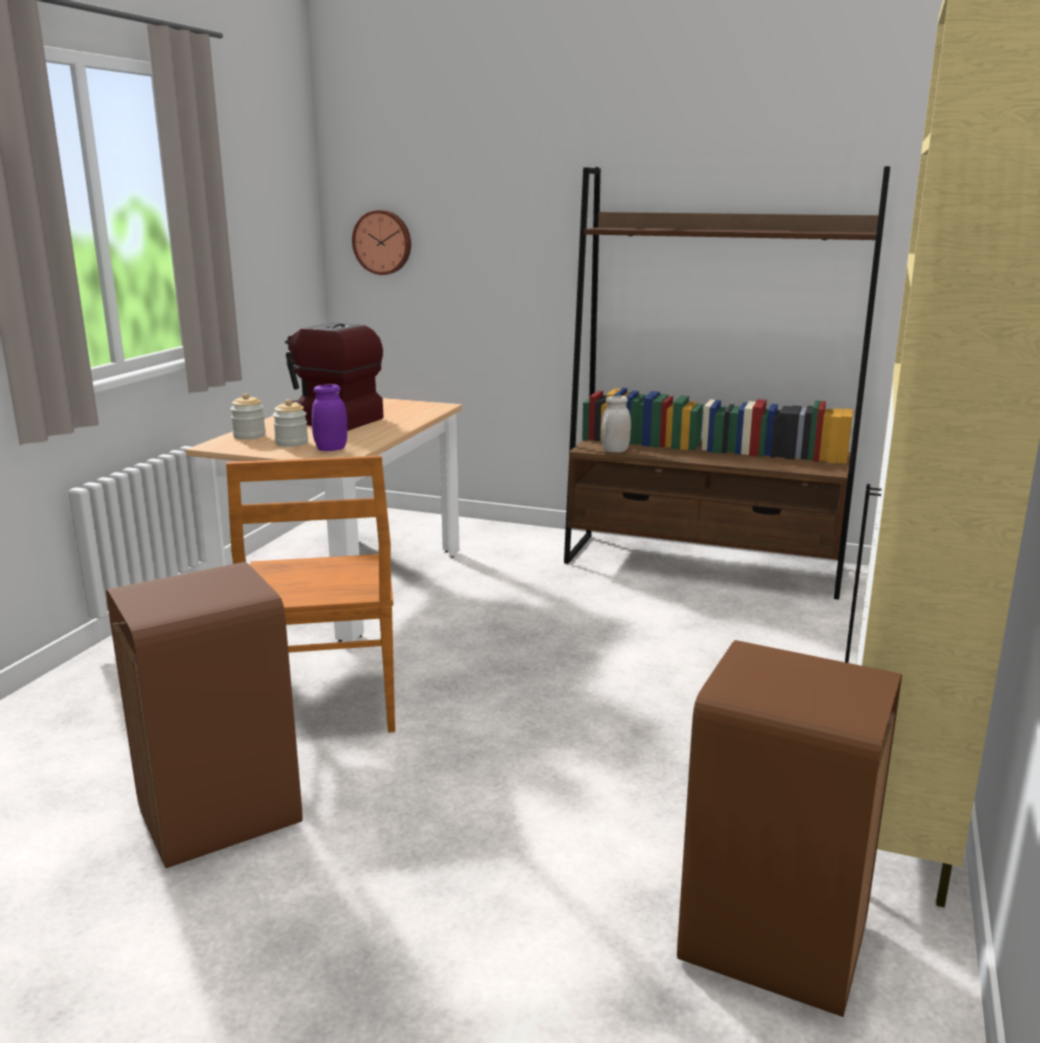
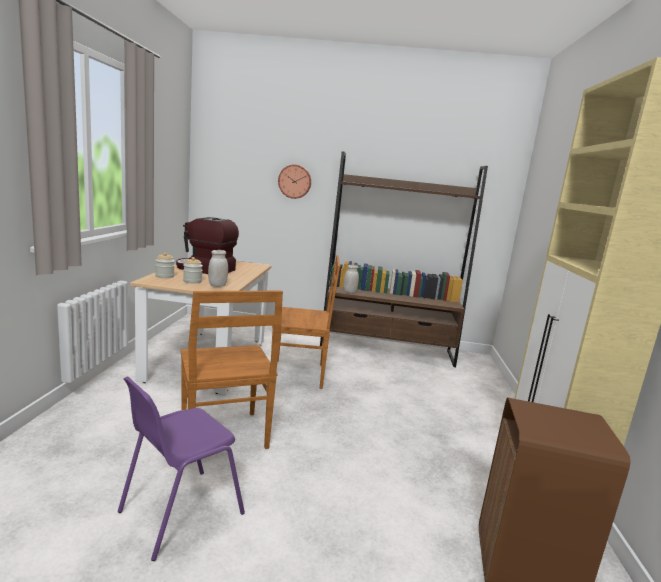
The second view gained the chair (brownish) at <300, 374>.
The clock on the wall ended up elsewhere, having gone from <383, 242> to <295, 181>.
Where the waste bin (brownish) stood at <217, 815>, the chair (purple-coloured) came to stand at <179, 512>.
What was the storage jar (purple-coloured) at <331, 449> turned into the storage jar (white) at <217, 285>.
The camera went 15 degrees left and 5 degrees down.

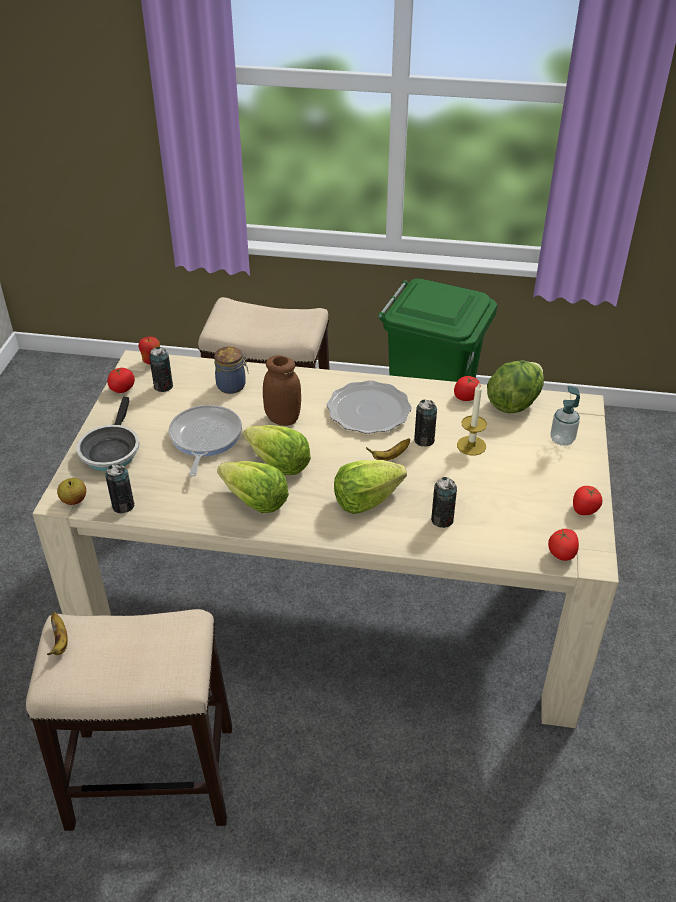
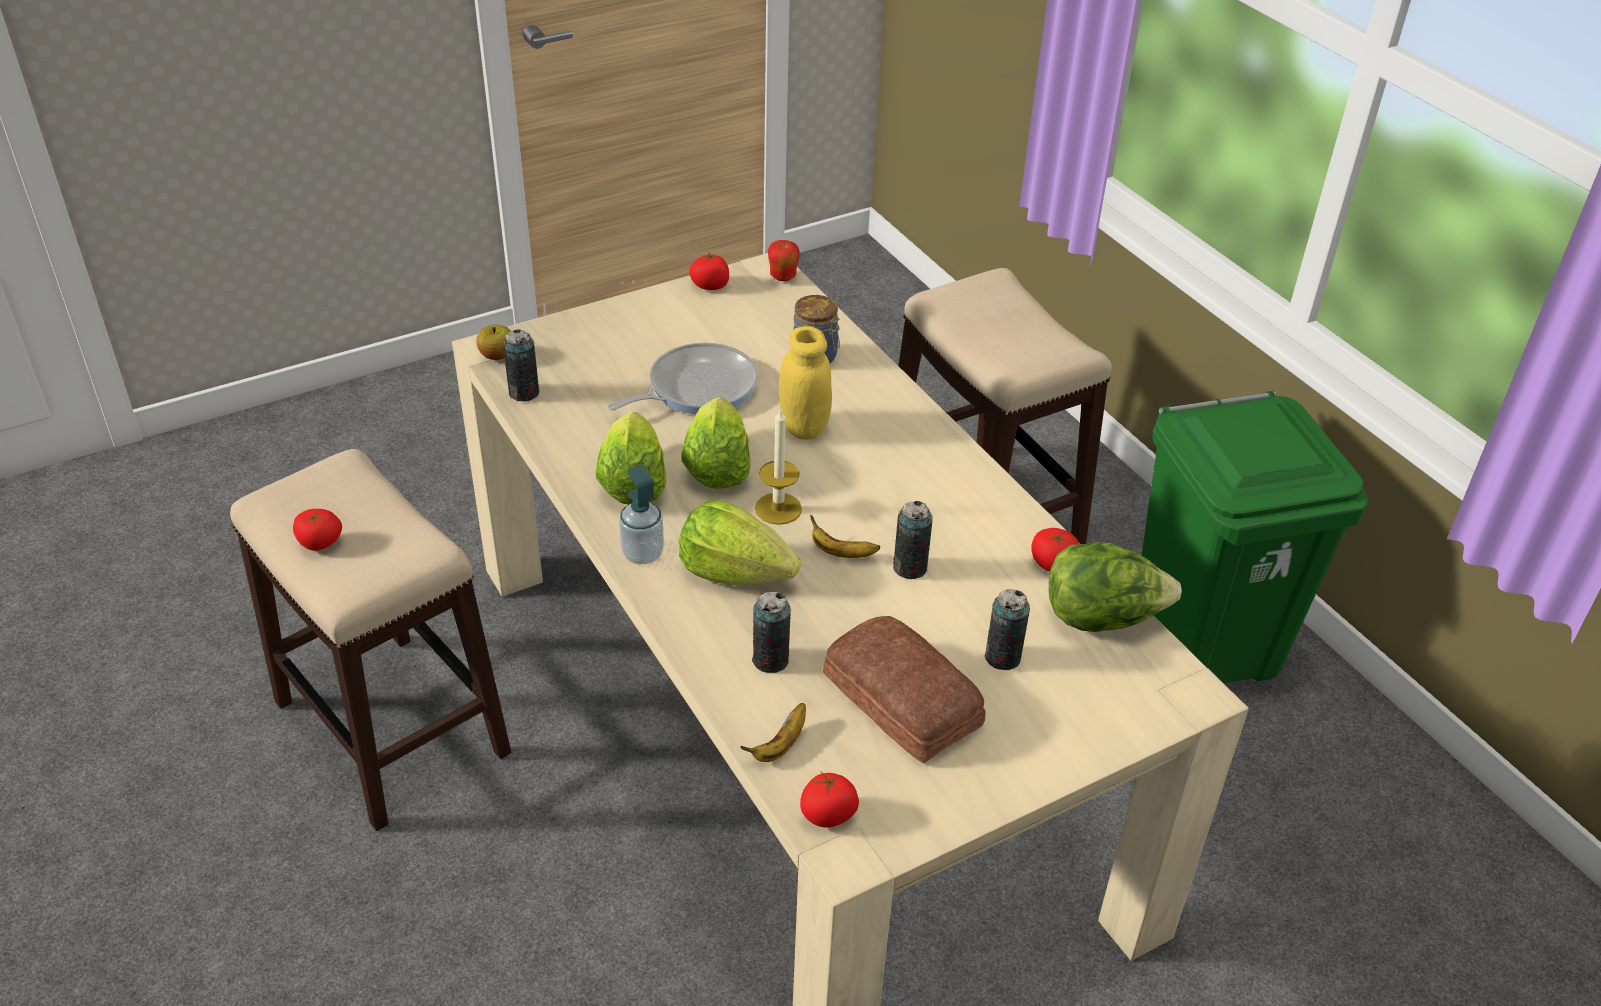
The second view lost the frying pan at <111, 450>.
The second view lost the plate at <368, 411>.
The second view gained the bakery bread at <901, 702>.
The whole banana ended up elsewhere, having gone from <60, 641> to <780, 746>.
The sealed can ended up elsewhere, having gone from <163, 386> to <1002, 657>.
The wax candle ended up elsewhere, having gone from <471, 445> to <778, 508>.
The liquid soap bottle ended up elsewhere, having gone from <562, 440> to <642, 554>.
The whole tomato ended up elsewhere, having gone from <584, 509> to <319, 543>.
What was the storage jar (brownish) at <283, 419> turned into the storage jar (yellowish) at <804, 427>.
The camera went 50 degrees right and 0 degrees up.

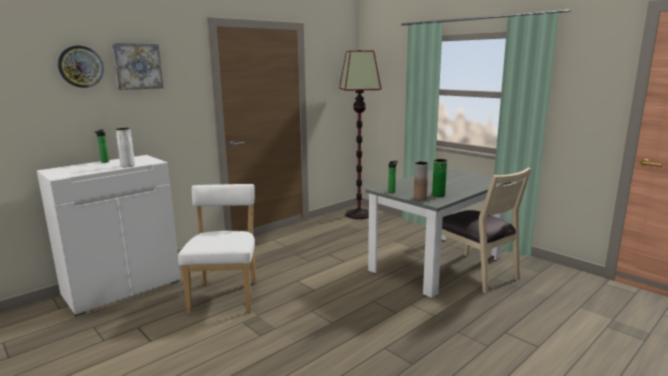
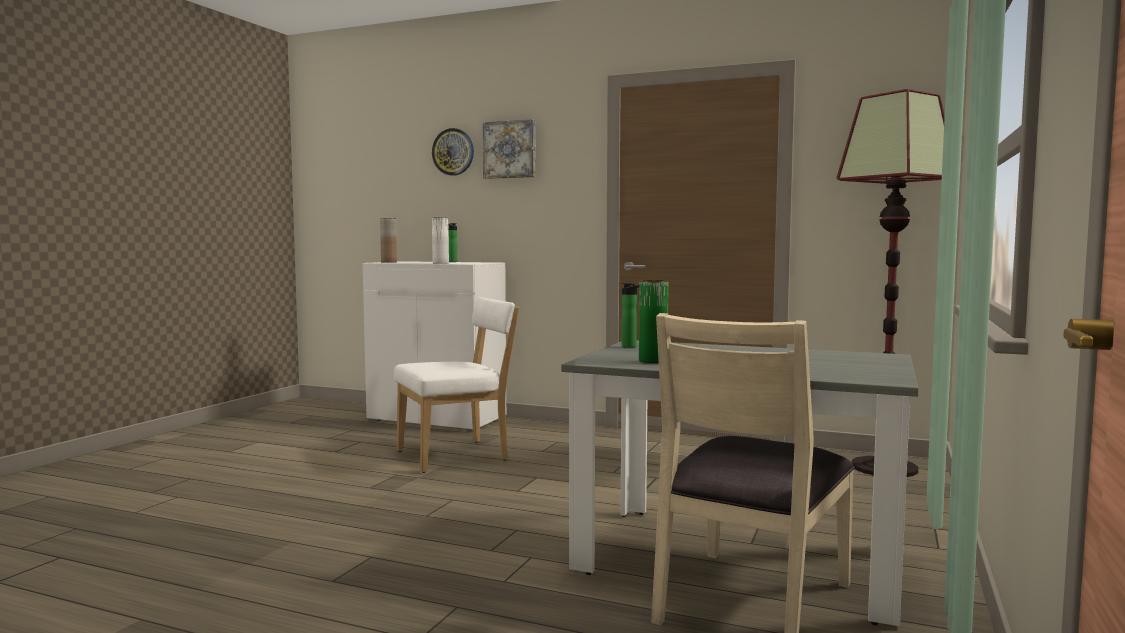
The vase (brownish) ended up elsewhere, having gone from <420, 198> to <389, 262>.
The camera went 65 degrees right and 10 degrees down.

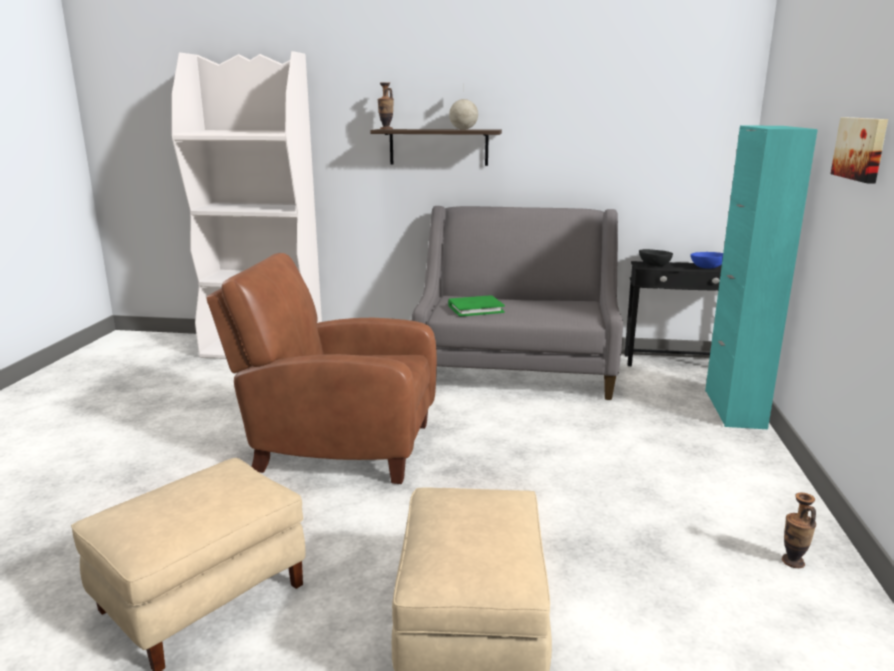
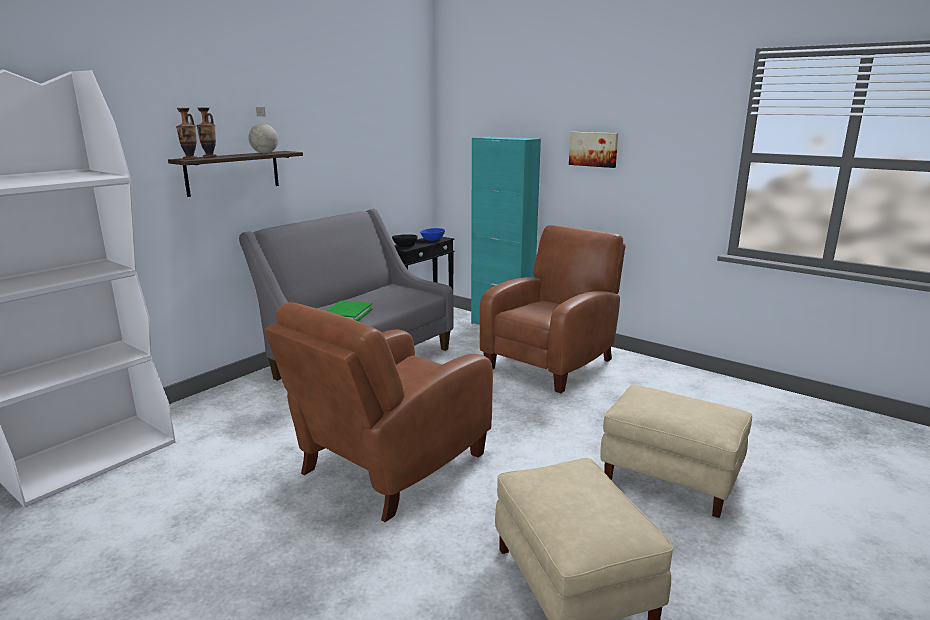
The second view gained the lounge chair (brownish) at <552, 362>.
The vase ended up elsewhere, having gone from <793, 562> to <209, 157>.
The camera went 60 degrees left and 0 degrees up.

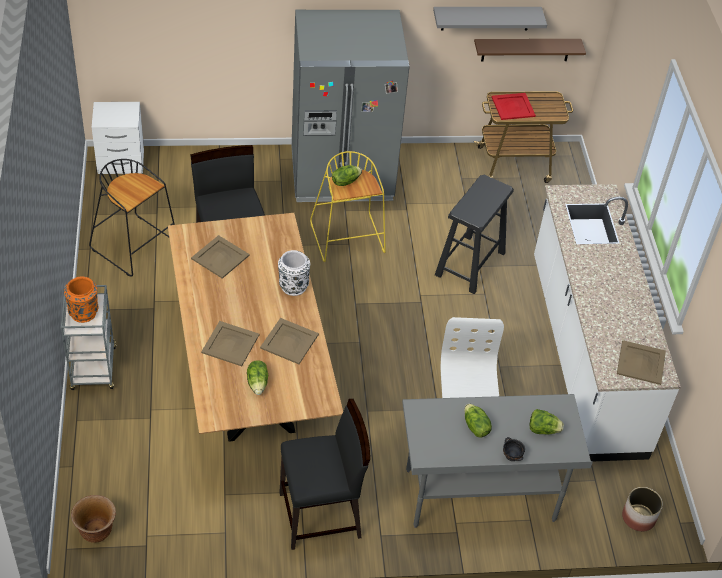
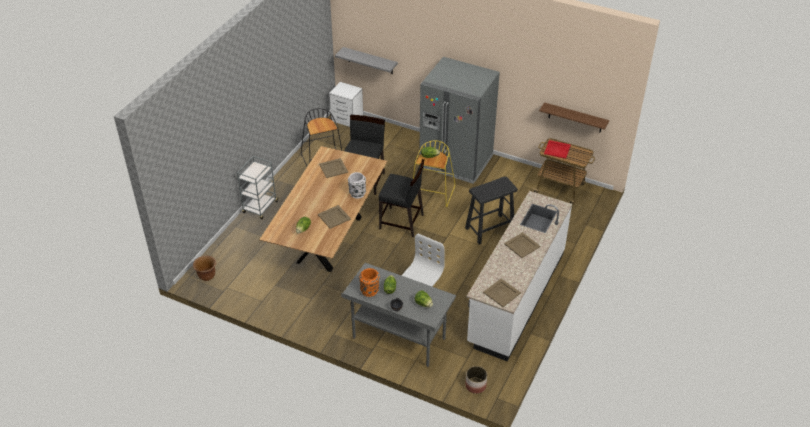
The vase (orangey) ended up elsewhere, having gone from <84, 312> to <370, 291>.
The tray (sand-coloured) ended up elsewhere, having gone from <231, 343> to <522, 245>.
The chair (blackish) ended up elsewhere, having gone from <321, 516> to <402, 222>.
The wall shelf (grey) ended up elsewhere, having gone from <486, 18> to <370, 61>.
The camera went 35 degrees right and 5 degrees down.

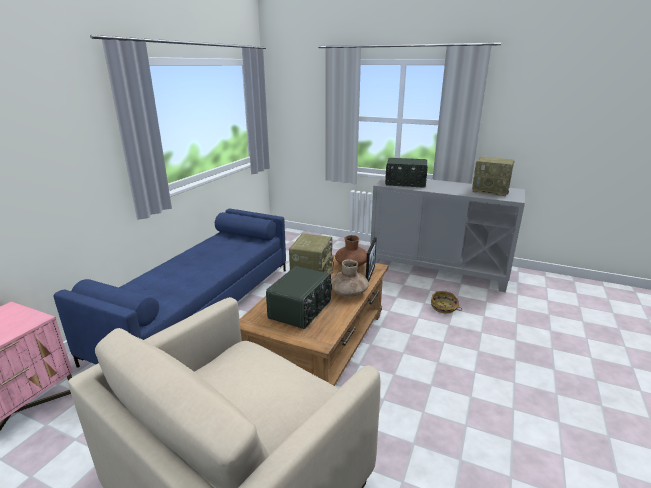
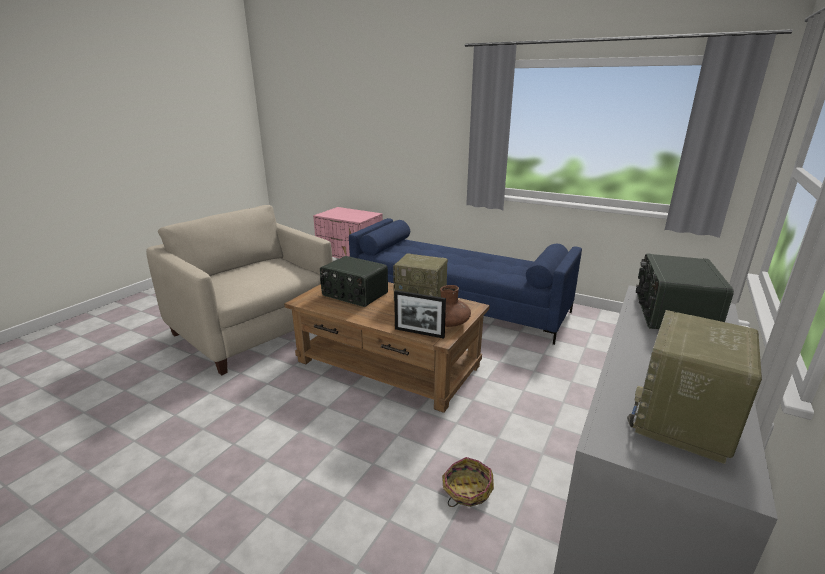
The second view lost the vase (brownish) at <349, 292>.
The camera went 95 degrees right and 0 degrees up.

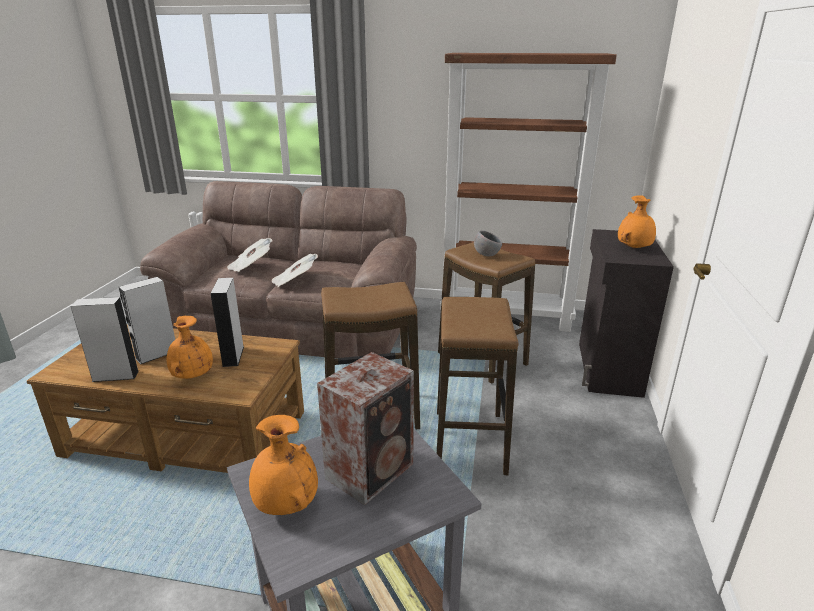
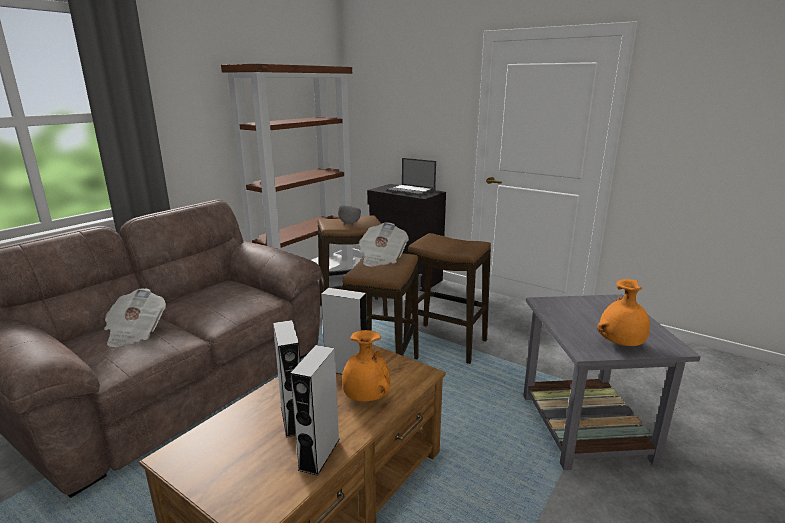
The second view lost the loudspeaker at <372, 470>.
The daily paper ended up elsewhere, having gone from <294, 282> to <381, 258>.
Where the vase (orangey) stood at <634, 248>, the portable computer came to stand at <411, 190>.
The camera went 65 degrees left and 5 degrees down.

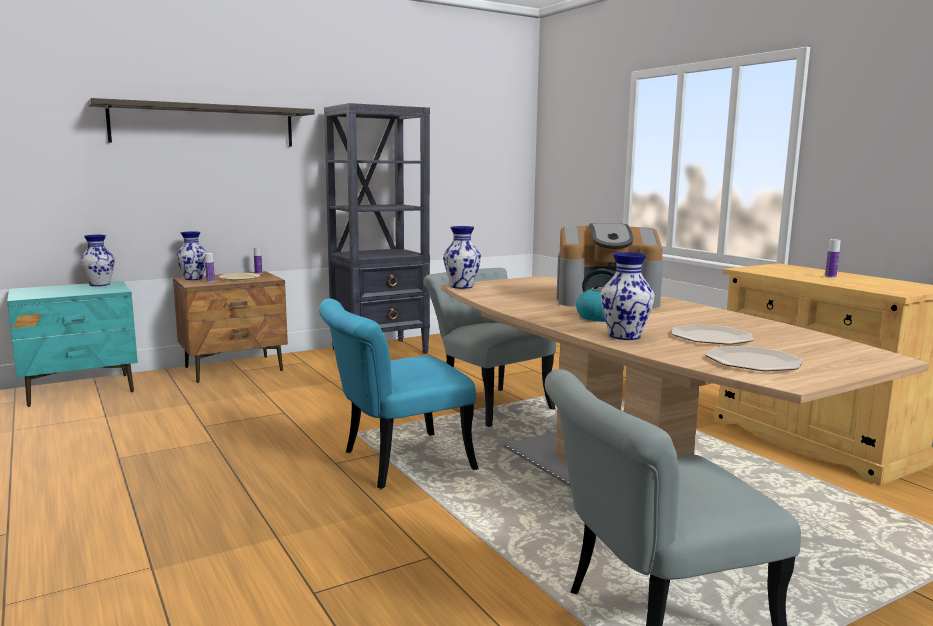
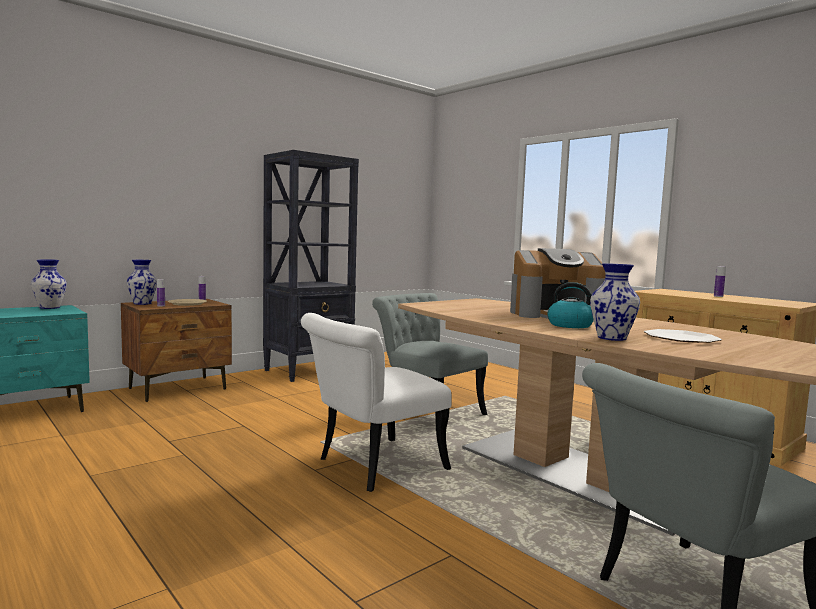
The second view lost the wall shelf at <204, 125>.
The second view lost the vase at <462, 286>.
The second view lost the plate at <753, 361>.
What was the chair (turquoise) at <394, 463> turned into the chair (white) at <371, 467>.
The camera went 10 degrees left and 5 degrees down.

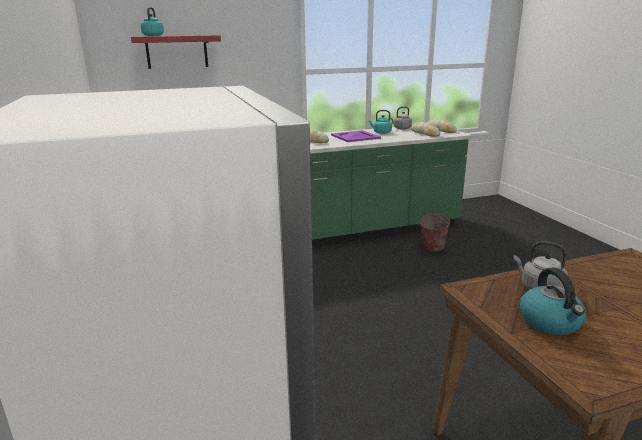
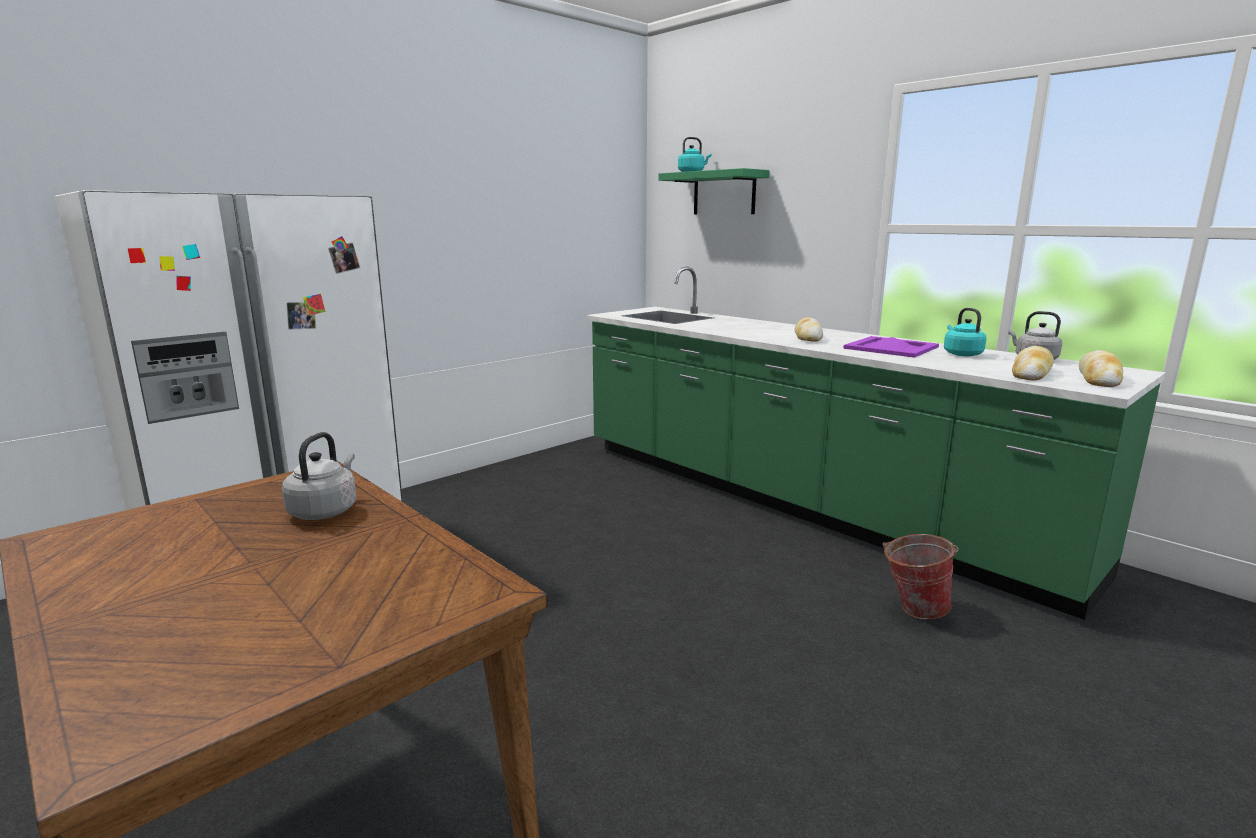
The second view lost the kettle at <550, 322>.
What was the wall shelf (red) at <177, 52> turned into the wall shelf (green) at <724, 193>.
The camera went 65 degrees right and 5 degrees down.

